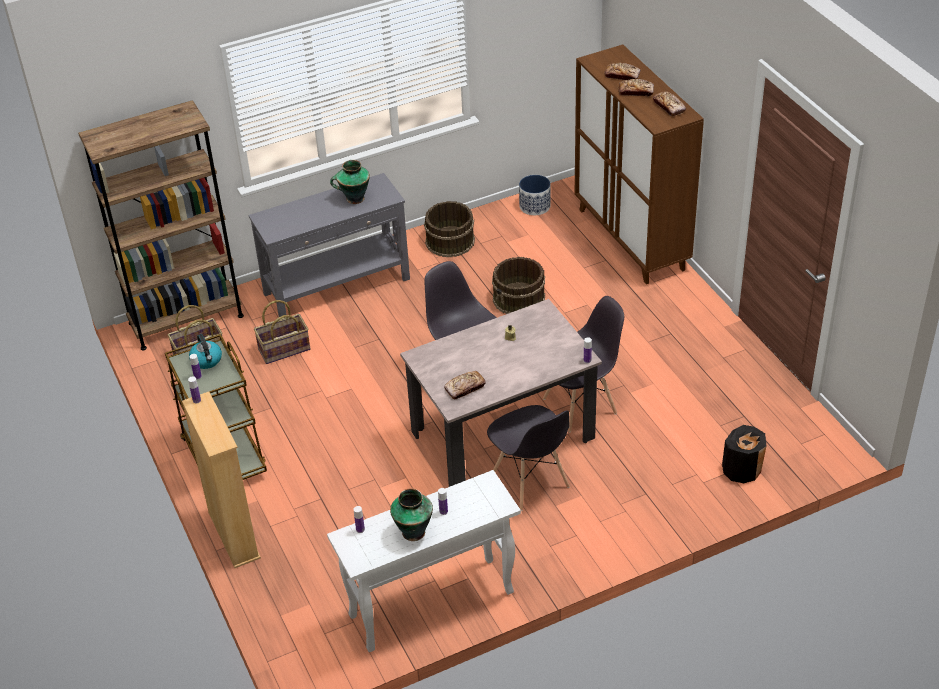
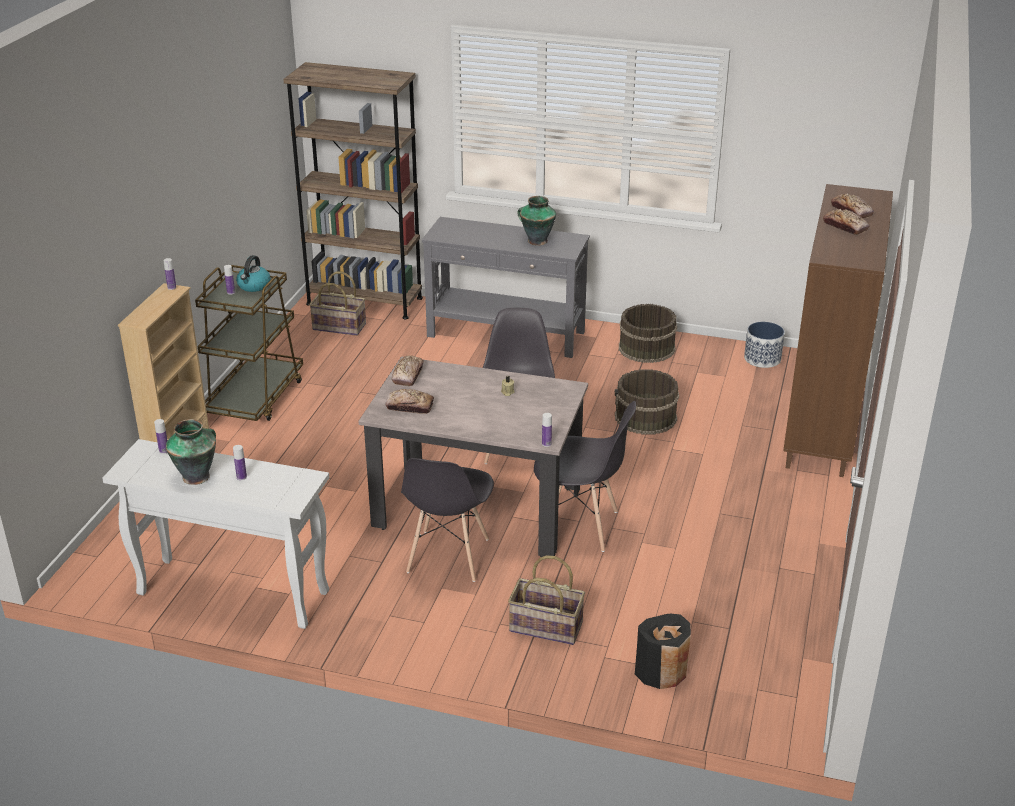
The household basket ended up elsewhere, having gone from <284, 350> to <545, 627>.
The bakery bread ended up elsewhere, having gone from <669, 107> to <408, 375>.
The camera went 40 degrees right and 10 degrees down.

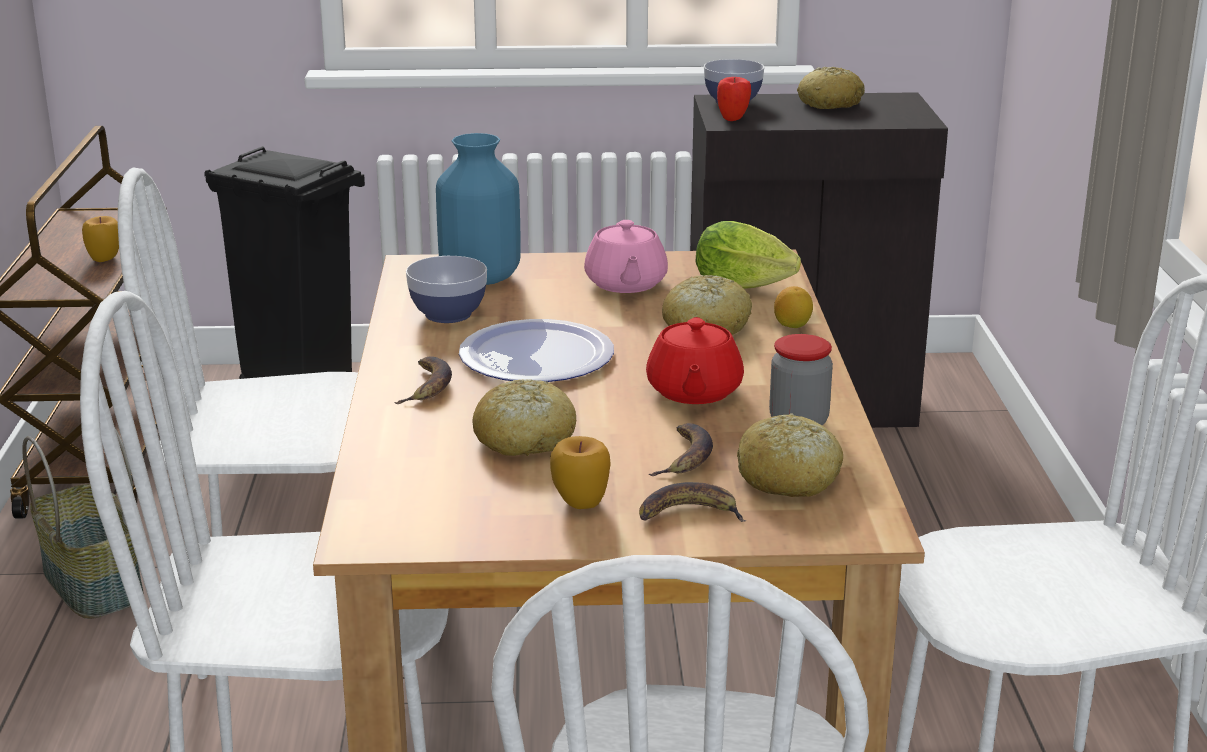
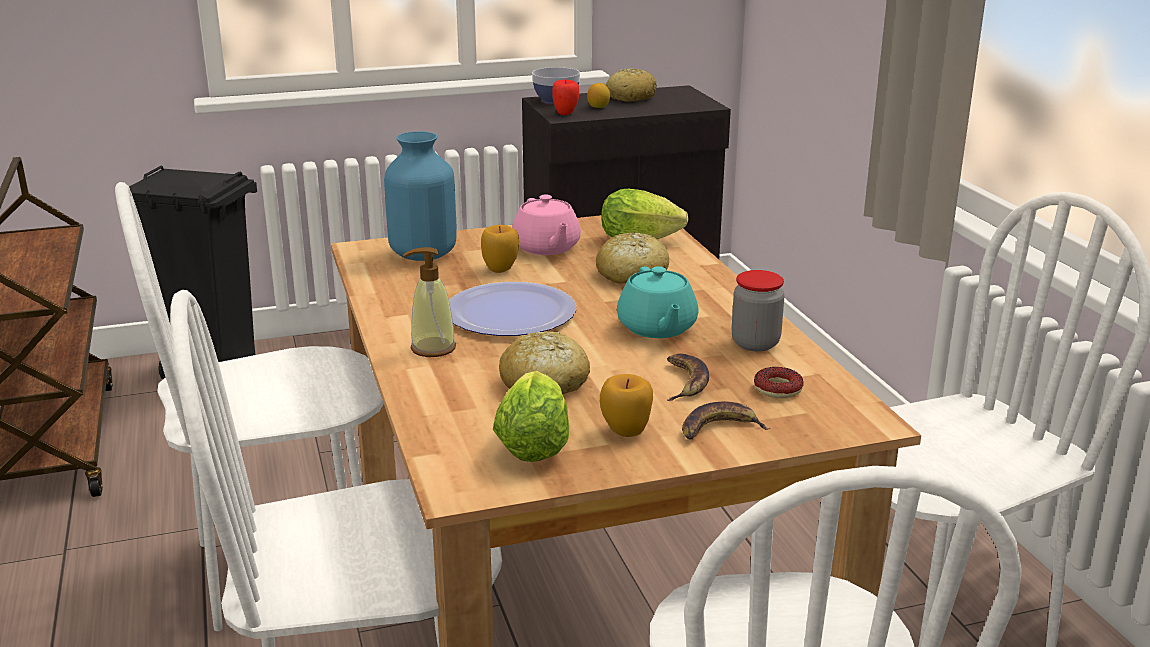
The second view lost the household basket at <90, 584>.
The second view lost the deep dish at <448, 314>.
The second view gained the lettuce at <534, 442>.
The apple fruit ended up elsewhere, having gone from <105, 259> to <500, 269>.
The lemon ended up elsewhere, having gone from <792, 325> to <598, 107>.
Where the whole banana stood at <426, 386>, the liquid soap bottle came to stand at <433, 348>.
Where the bakery bread stood at <788, 478>, the donut came to stand at <778, 389>.
What was the teapot (red) at <693, 392> turned into the teapot (turquoise) at <657, 328>.
The camera went 15 degrees left and 0 degrees up.

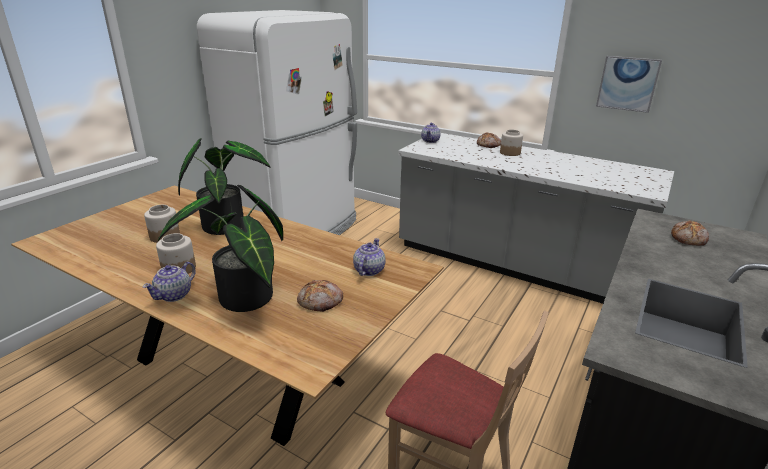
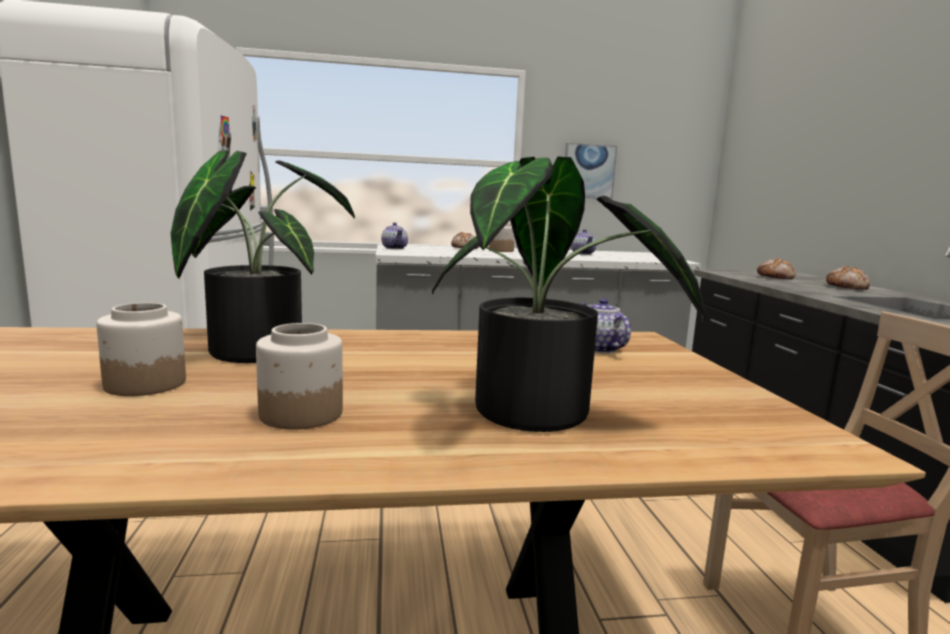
The teapot ended up elsewhere, having gone from <174, 295> to <583, 253>.
The bakery bread ended up elsewhere, having gone from <321, 302> to <847, 287>.
The camera went 40 degrees left and 15 degrees down.

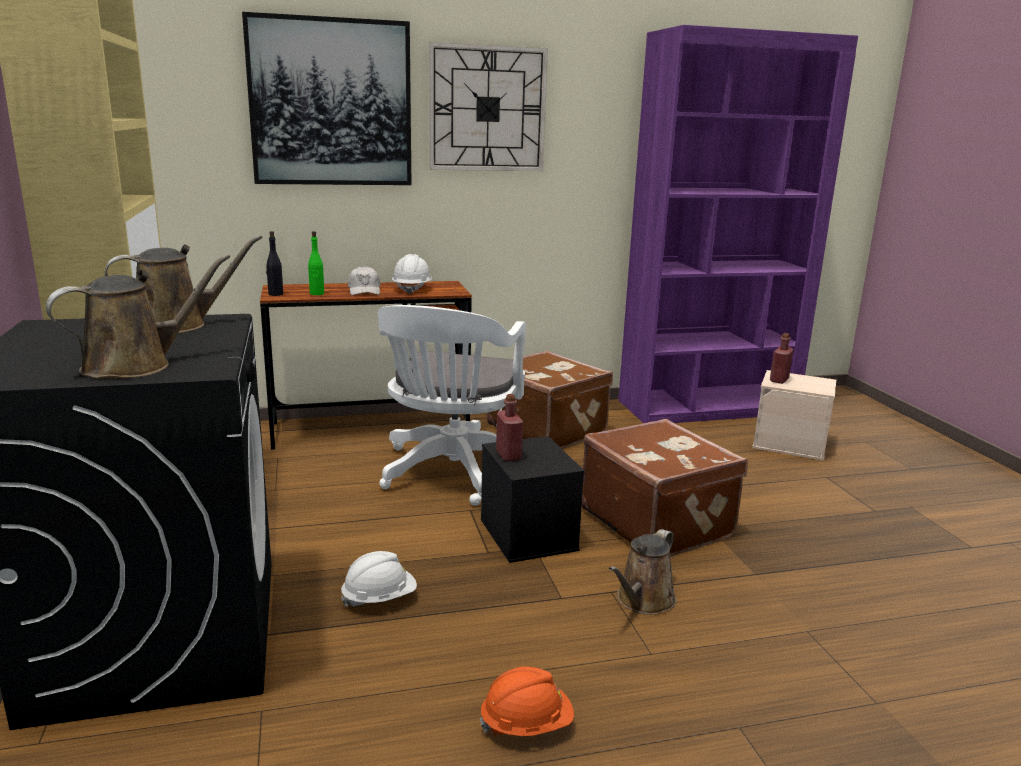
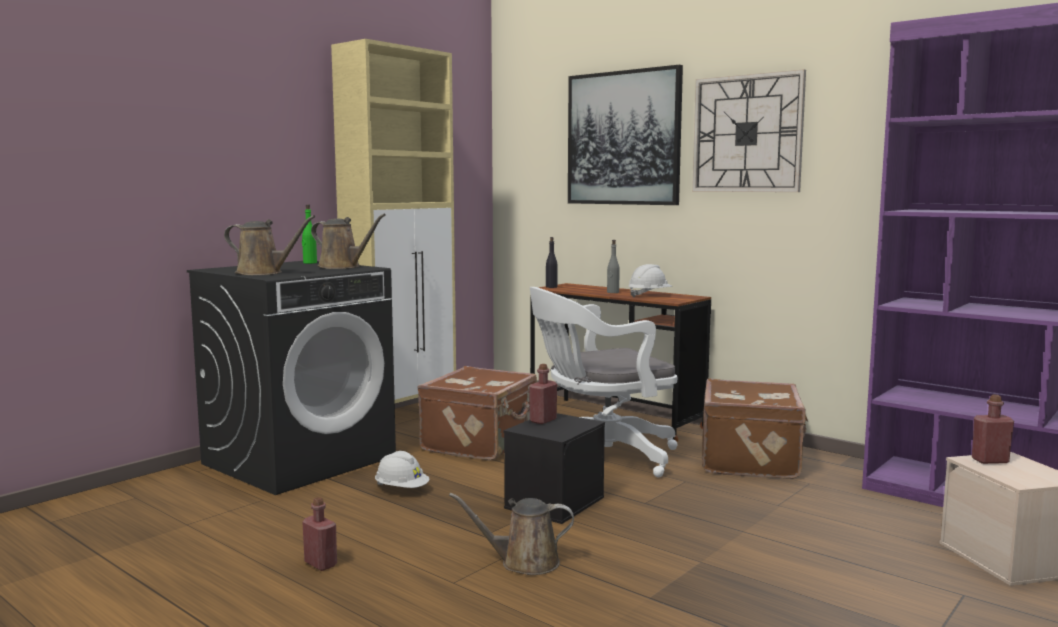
The bottle (green) ended up elsewhere, having gone from <317, 293> to <309, 263>.
The piece of luggage (brownish) ended up elsewhere, having gone from <657, 522> to <481, 443>.
Where the peaked cap (white) stood at <364, 290>, the bottle (grey) came to stand at <612, 292>.
Where the hard hat (orangey) stood at <526, 724>, the bottle (red) came to stand at <320, 564>.
The camera went 55 degrees right and 10 degrees down.

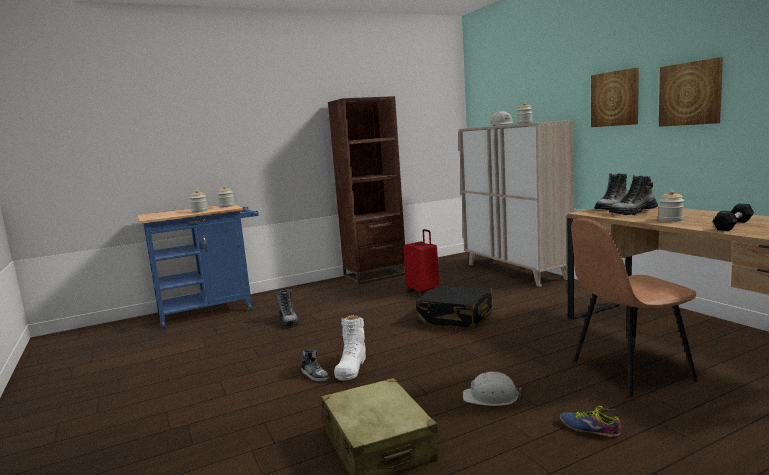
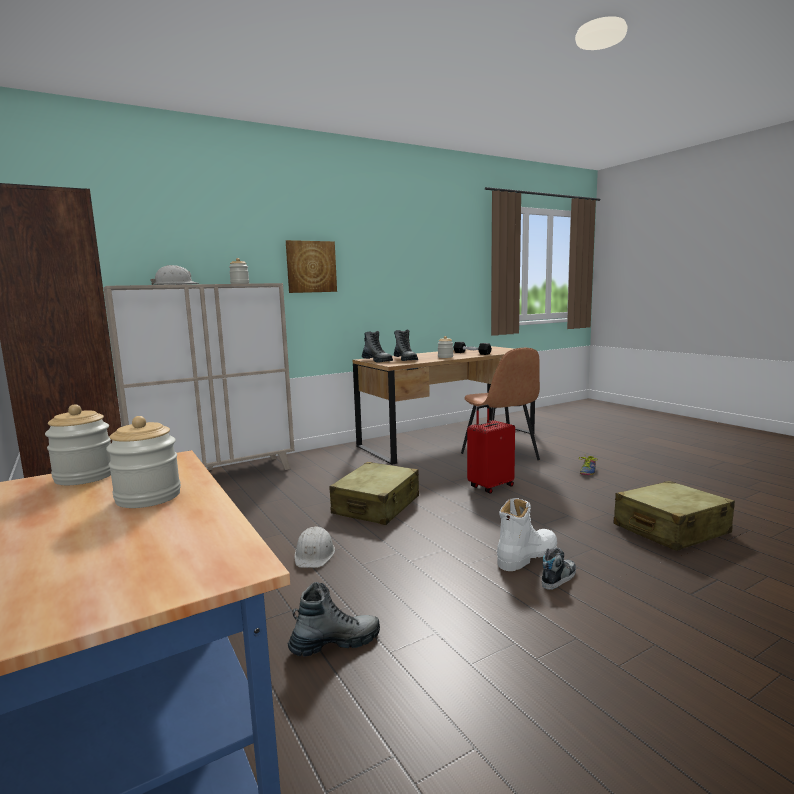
The second view lost the picture at <690, 93>.
The piece of luggage (red) ended up elsewhere, having gone from <423, 291> to <490, 486>.
The hard hat (white) ended up elsewhere, having gone from <491, 397> to <314, 554>.
What was the piece of luggage (blackish) at <455, 318> turned into the piece of luggage (sand-coloured) at <376, 505>.
The boot (white) at <351, 367> ended up facing another way, 45 degrees counterclockwise from before.
The camera went 95 degrees left and 0 degrees up.

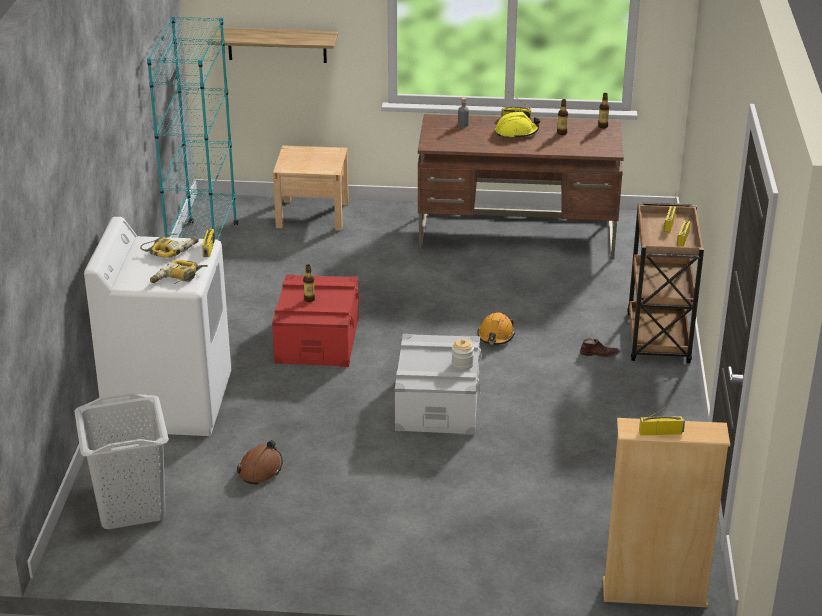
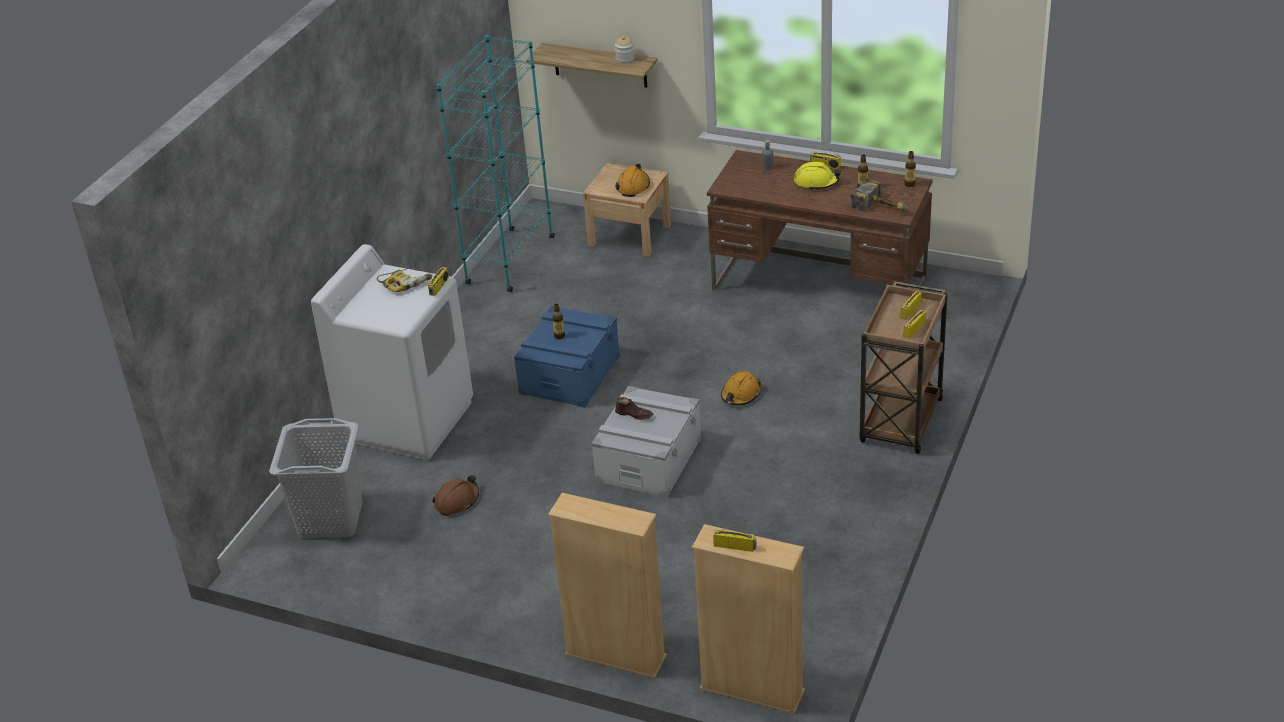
The second view lost the power drill at <178, 278>.
The second view gained the bookcase (sand-coloured) at <615, 655>.
The second view gained the hard hat (orangey) at <633, 186>.
The second view gained the hand hammer at <883, 207>.
The storage jar ended up elsewhere, having gone from <462, 364> to <625, 59>.
The item of footwear (brownish) ended up elsewhere, having gone from <599, 353> to <634, 414>.
What was the storage bin (red) at <317, 339> turned into the storage bin (blue) at <569, 374>.
The camera went 20 degrees right and 5 degrees up.

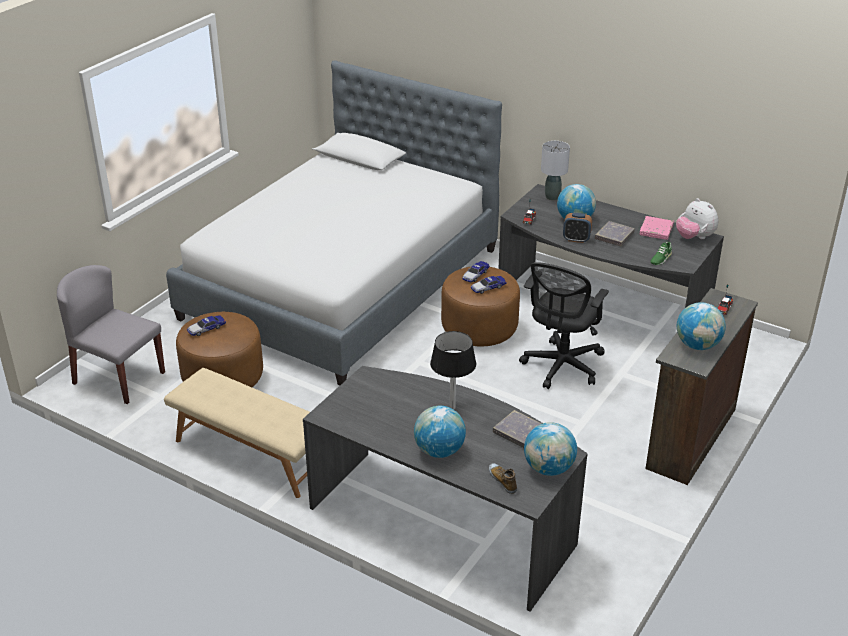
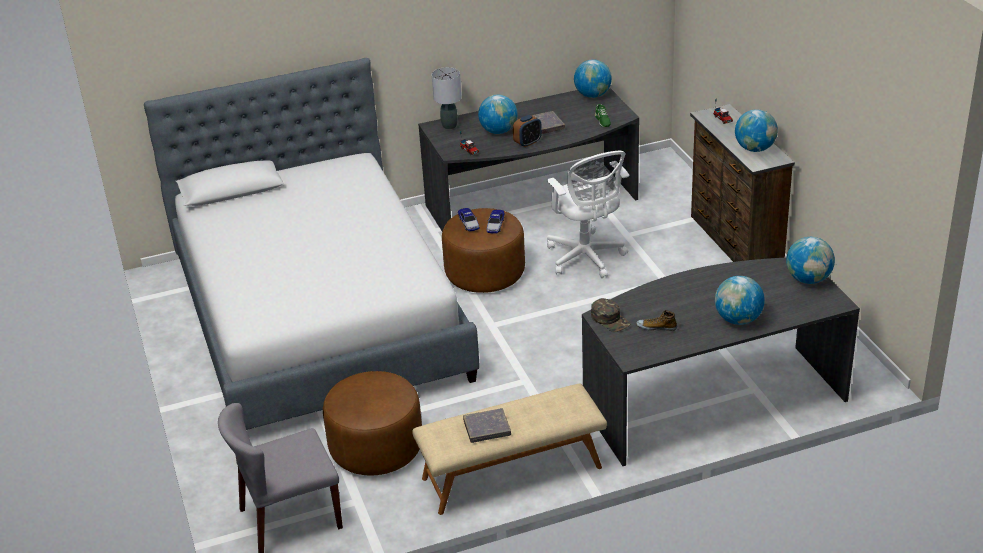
The second view lost the toy car at <206, 329>.
The second view lost the tabletop lamp (blackish) at <452, 407>.
The second view lost the bound book (pink) at <656, 230>.
The second view gained the peaked cap (green) at <610, 319>.
The item of footwear ended up elsewhere, having gone from <503, 480> to <656, 327>.
The bound book (grey) ended up elsewhere, having gone from <520, 432> to <487, 428>.
Where the cuddly toy stood at <694, 237>, the world globe came to stand at <593, 95>.
What was the desk chair (blackish) at <561, 367> turned into the desk chair (white) at <586, 258>.
The camera went 50 degrees left and 0 degrees up.

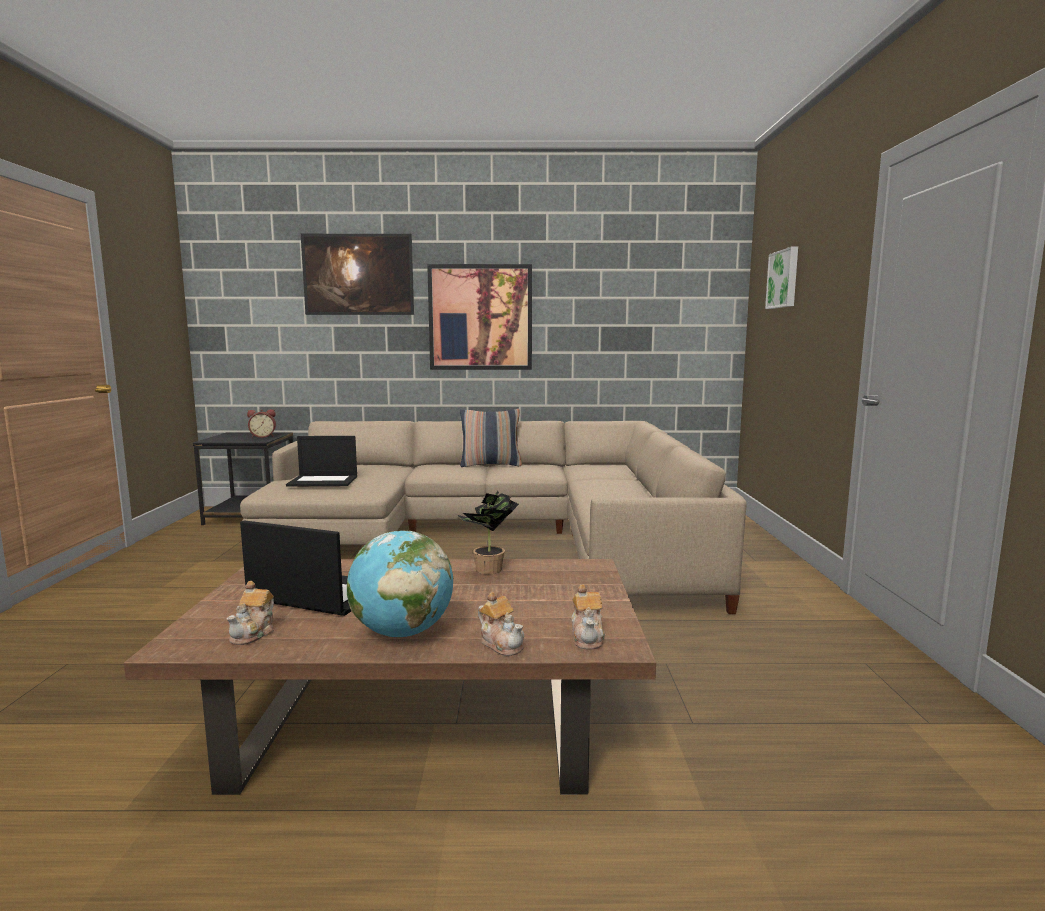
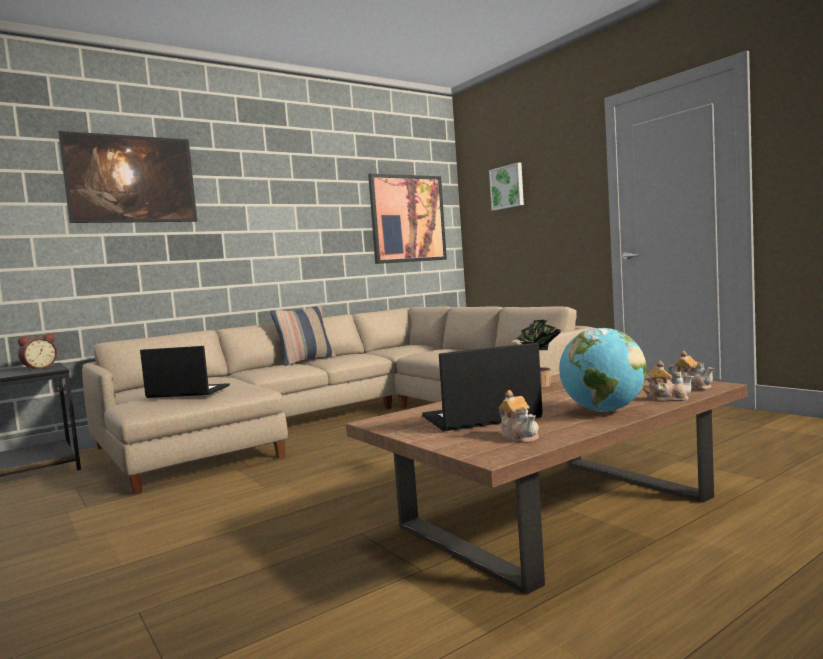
The picture ended up elsewhere, having gone from <480, 317> to <408, 219>.
The portable computer at <324, 481> ended up facing another way, 135 degrees counterclockwise from before.
The camera went 35 degrees left and 5 degrees down.

